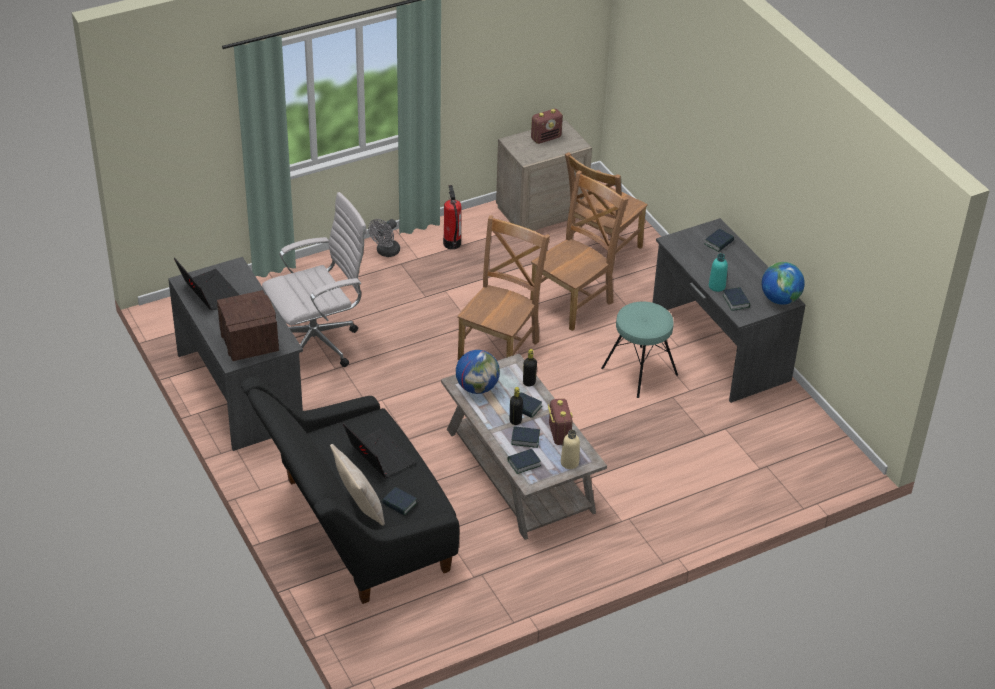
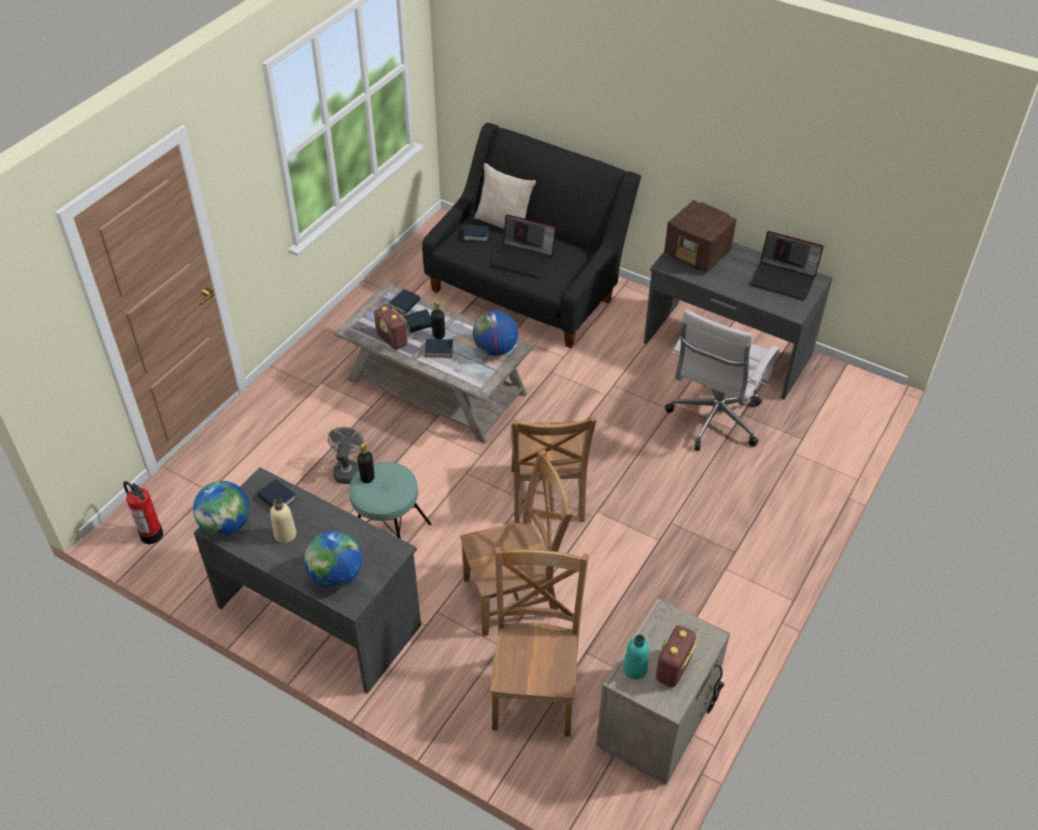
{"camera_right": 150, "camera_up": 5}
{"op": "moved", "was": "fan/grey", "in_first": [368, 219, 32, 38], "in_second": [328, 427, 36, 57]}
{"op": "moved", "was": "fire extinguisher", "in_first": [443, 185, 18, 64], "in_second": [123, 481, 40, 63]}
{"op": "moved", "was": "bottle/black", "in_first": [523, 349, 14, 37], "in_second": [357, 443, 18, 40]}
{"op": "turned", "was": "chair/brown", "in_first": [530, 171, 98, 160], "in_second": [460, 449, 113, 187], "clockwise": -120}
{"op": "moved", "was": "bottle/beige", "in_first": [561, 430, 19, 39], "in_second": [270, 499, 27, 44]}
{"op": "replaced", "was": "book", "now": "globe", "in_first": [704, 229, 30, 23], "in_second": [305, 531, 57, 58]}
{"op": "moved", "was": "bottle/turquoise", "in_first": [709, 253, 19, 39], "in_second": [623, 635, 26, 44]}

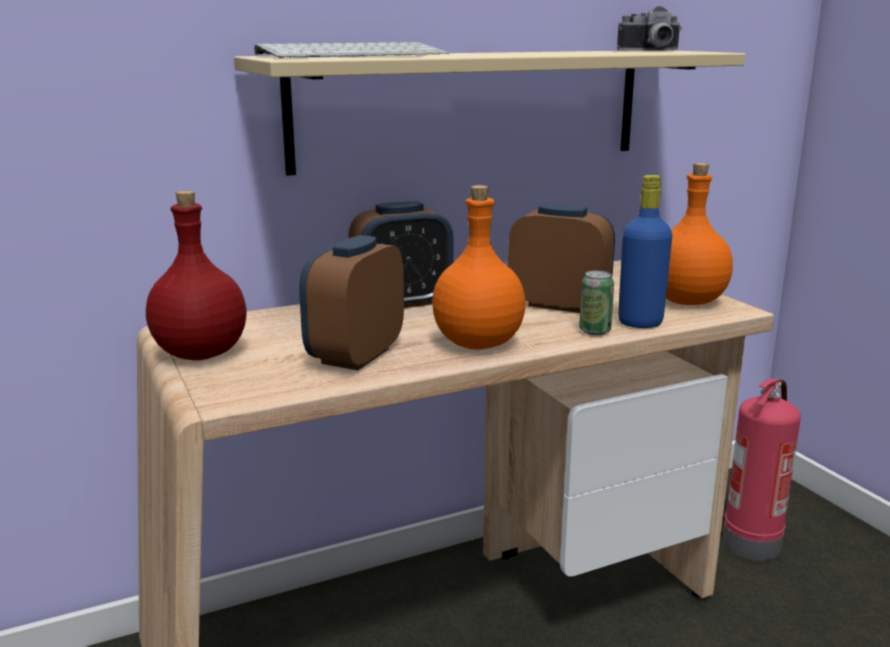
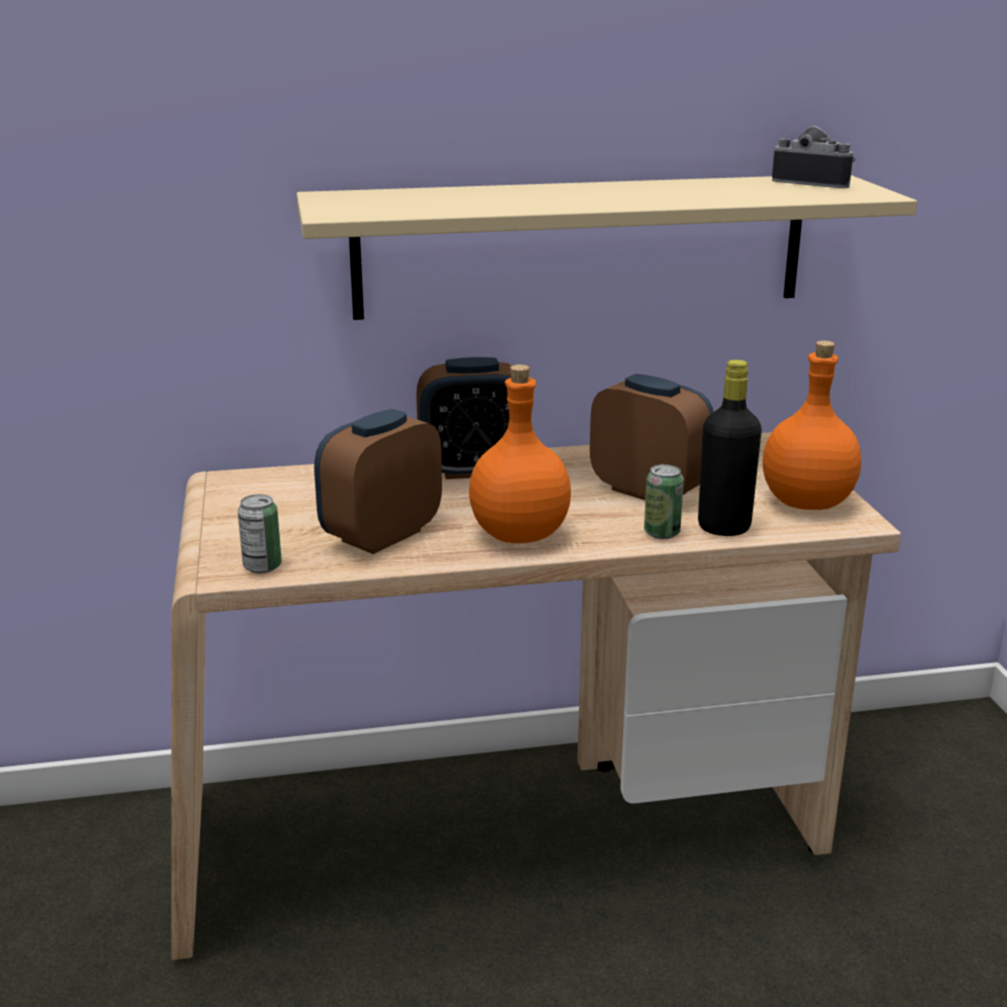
{"camera_right": 15, "camera_up": 5}
{"op": "removed", "was": "bottle/red", "in_first": [146, 191, 100, 169]}
{"op": "removed", "was": "keyboard", "in_first": [254, 42, 195, 16]}
{"op": "turned", "was": "photo camera", "in_first": [617, 5, 65, 45], "in_second": [772, 126, 83, 62], "clockwise": -150}
{"op": "recoloured", "was": "bottle/blue", "now": "bottle/black", "in_first": [618, 175, 54, 153], "in_second": [698, 360, 64, 176]}
{"op": "removed", "was": "fire extinguisher", "in_first": [723, 378, 78, 183]}
{"op": "added", "now": "can", "in_second": [238, 494, 44, 79]}

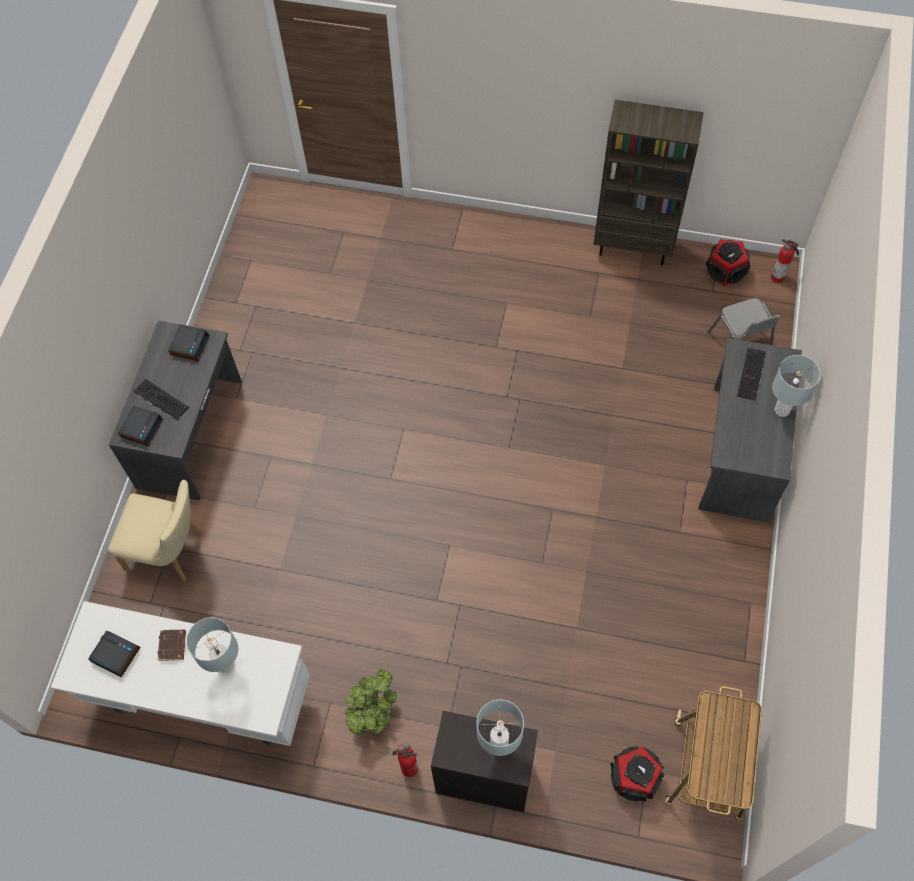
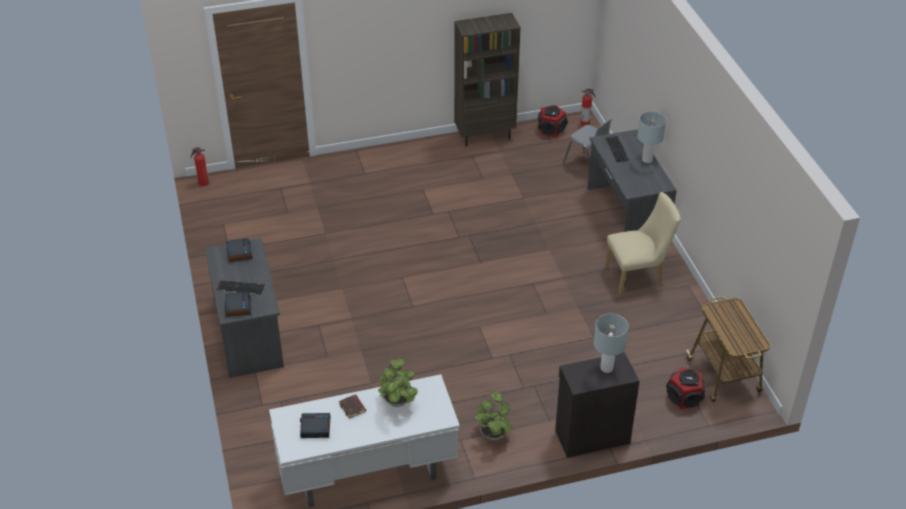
{"camera_right": -30, "camera_up": -20}
{"op": "moved", "was": "chair/beige", "in_first": [108, 480, 95, 101], "in_second": [605, 192, 76, 102]}
{"op": "replaced", "was": "table lamp/grey", "now": "potted plant", "in_first": [186, 618, 52, 55], "in_second": [378, 358, 40, 49]}
{"op": "moved", "was": "fire extinguisher", "in_first": [392, 744, 26, 33], "in_second": [191, 147, 18, 39]}

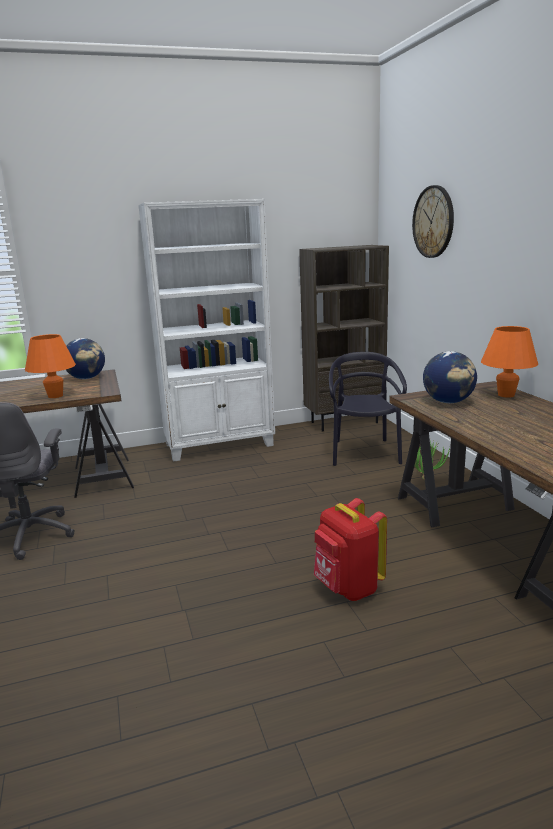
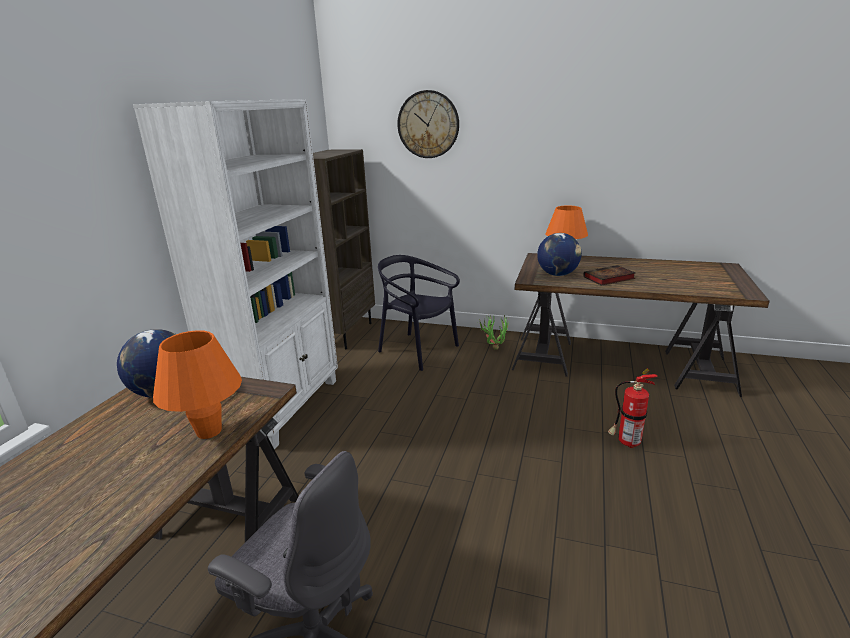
{"camera_right": -55, "camera_up": 5}
{"op": "replaced", "was": "backpack/red", "now": "fire extinguisher", "in_first": [314, 498, 73, 103], "in_second": [608, 369, 50, 79]}
{"op": "added", "now": "book", "in_second": [583, 265, 52, 21]}

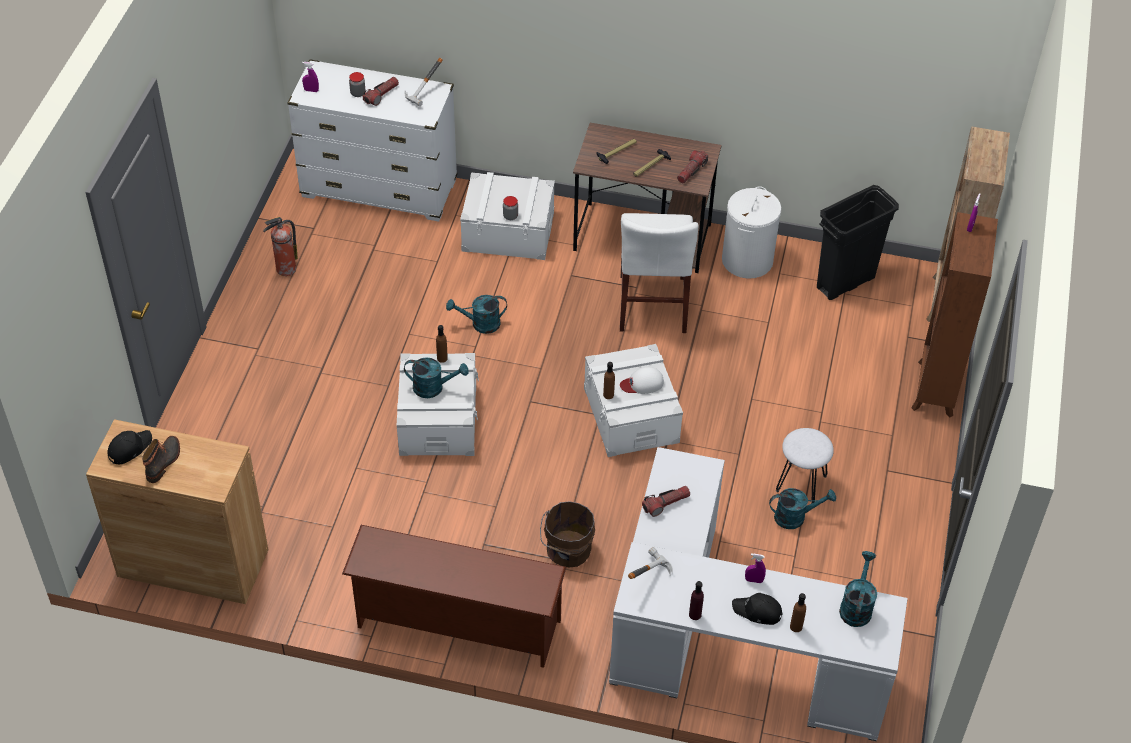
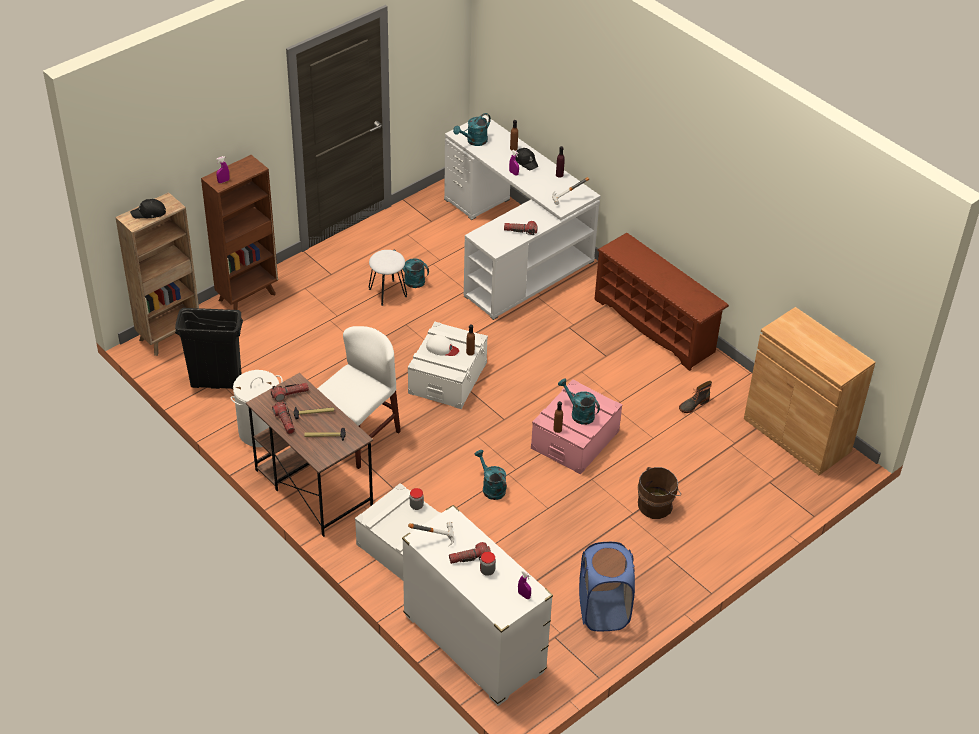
{"camera_right": -145, "camera_up": -5}
{"op": "moved", "was": "cap/black", "in_first": [107, 430, 45, 34], "in_second": [130, 199, 36, 20]}
{"op": "moved", "was": "boot", "in_first": [142, 436, 38, 47], "in_second": [679, 381, 33, 32]}
{"op": "replaced", "was": "fire extinguisher", "now": "laundry basket/blue", "in_first": [263, 217, 34, 59], "in_second": [579, 542, 56, 89]}
{"op": "recoloured", "was": "storage box/white", "now": "storage box/pink", "in_first": [397, 353, 82, 103], "in_second": [531, 379, 91, 96]}
{"op": "turned", "was": "watering can/turquoise", "in_first": [446, 295, 61, 39], "in_second": [474, 450, 33, 50], "clockwise": -150}
{"op": "moved", "was": "bucket/brown", "in_first": [540, 501, 55, 66], "in_second": [638, 467, 43, 52]}
{"op": "added", "now": "flashlight", "in_second": [272, 402, 23, 32]}

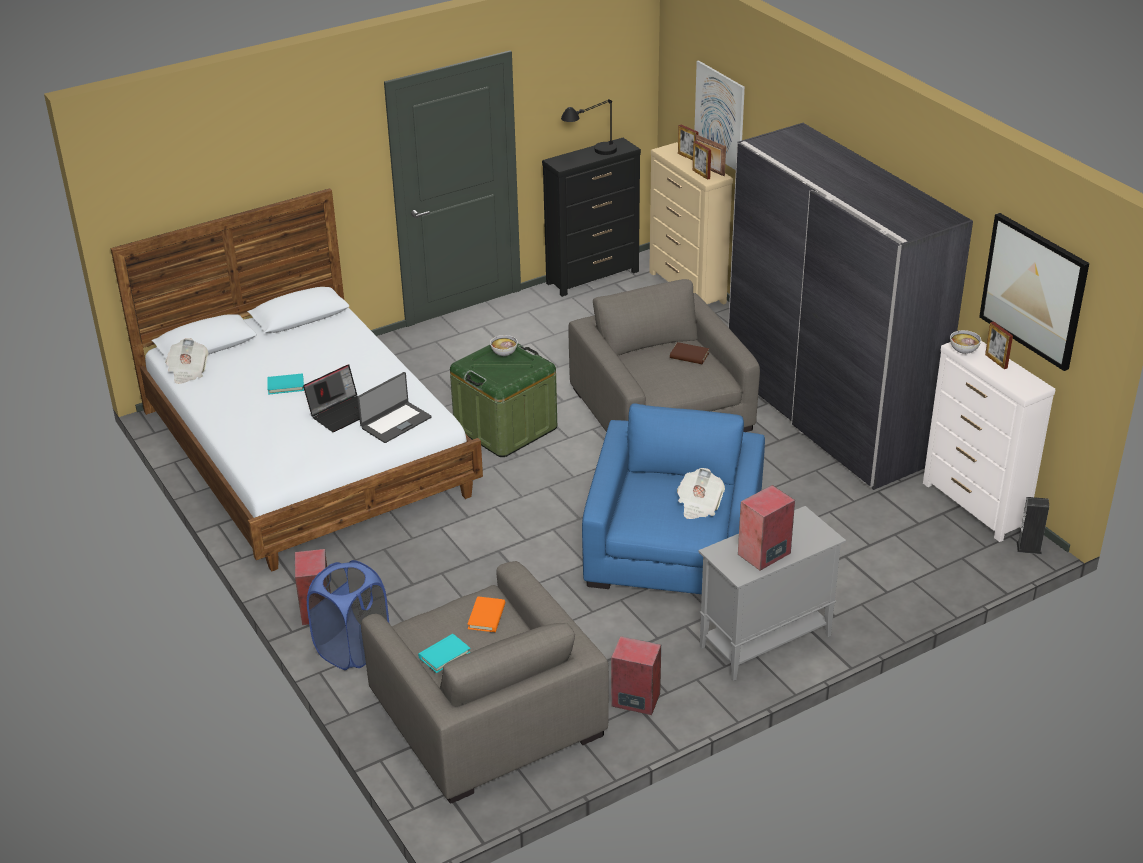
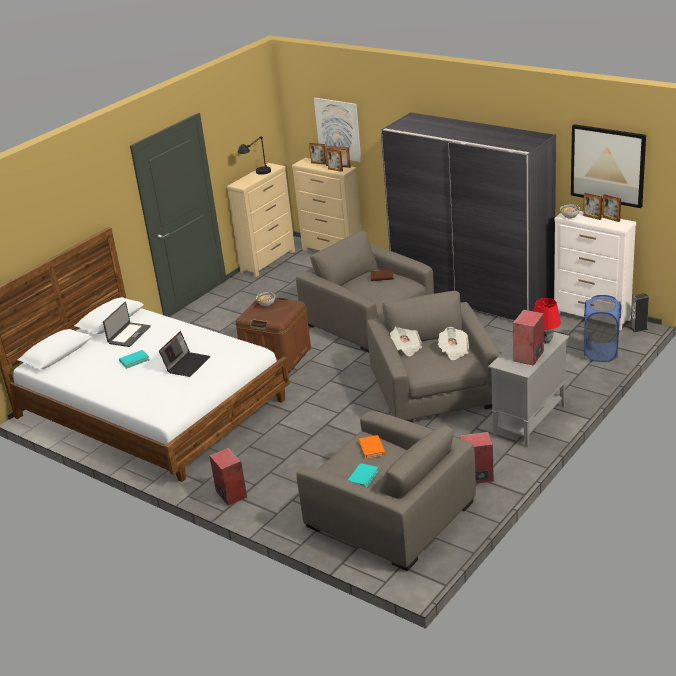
{"camera_right": -20, "camera_up": -5}
{"op": "moved", "was": "newspaper", "in_first": [165, 338, 44, 46], "in_second": [390, 326, 32, 30]}
{"op": "moved", "was": "laundry basket/blue", "in_first": [307, 560, 82, 110], "in_second": [584, 295, 37, 67]}
{"op": "moved", "was": "laptop", "in_first": [357, 372, 75, 71], "in_second": [103, 302, 48, 45]}
{"op": "recoloured", "was": "storage box/green", "now": "storage box/brown", "in_first": [450, 343, 107, 114], "in_second": [236, 298, 75, 75]}
{"op": "recoloured", "was": "dresser/black", "now": "dresser/beige", "in_first": [542, 138, 99, 159], "in_second": [227, 163, 68, 114]}
{"op": "recoloured", "was": "armchair/blue", "now": "armchair/grey", "in_first": [582, 403, 183, 191], "in_second": [367, 291, 133, 132]}
{"op": "added", "now": "table lamp/red", "in_second": [534, 298, 27, 46]}
{"op": "added", "now": "picture frame", "in_second": [602, 194, 19, 28]}

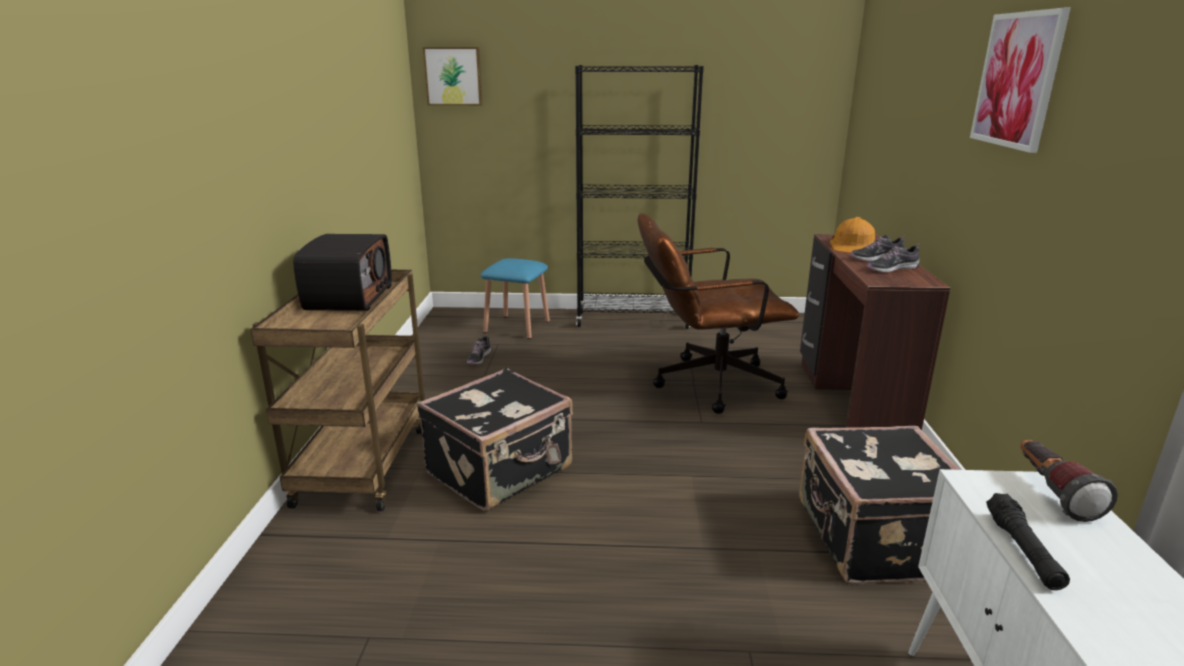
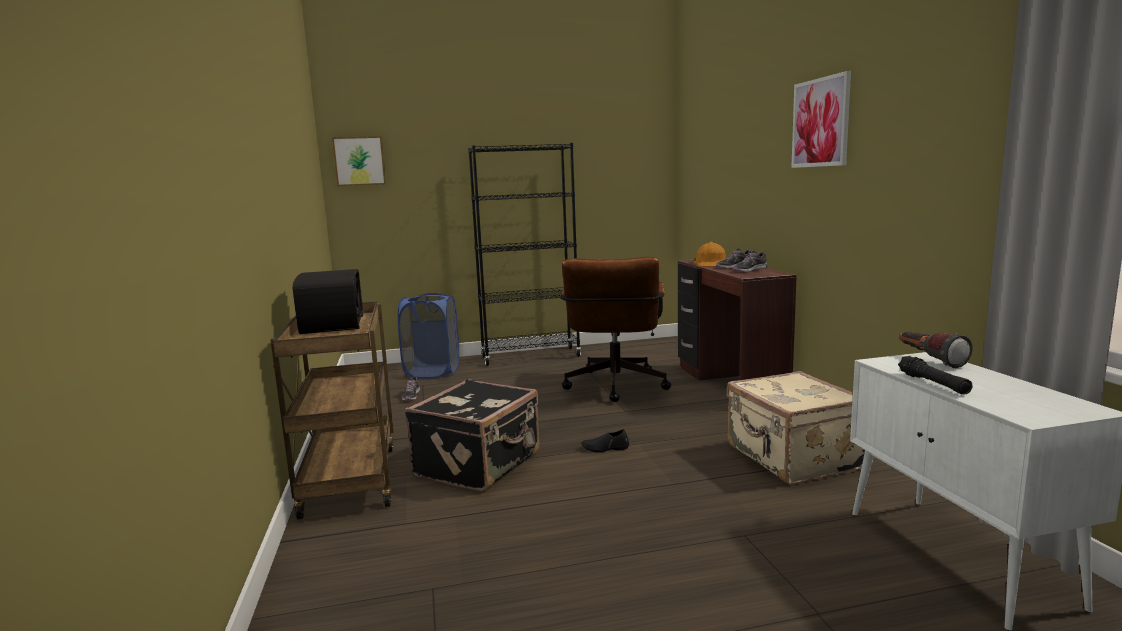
{"camera_right": -15, "camera_up": -10}
{"op": "replaced", "was": "stool/blue", "now": "laundry basket/blue", "in_first": [480, 258, 70, 81], "in_second": [398, 293, 61, 86]}
{"op": "turned", "was": "office chair/brown", "in_first": [638, 213, 161, 201], "in_second": [561, 257, 110, 145], "clockwise": -60}
{"op": "recoloured", "was": "suitcase/black", "now": "suitcase/beige", "in_first": [799, 426, 161, 158], "in_second": [727, 371, 138, 114]}
{"op": "added", "now": "shoe/black", "in_second": [581, 429, 48, 24]}

